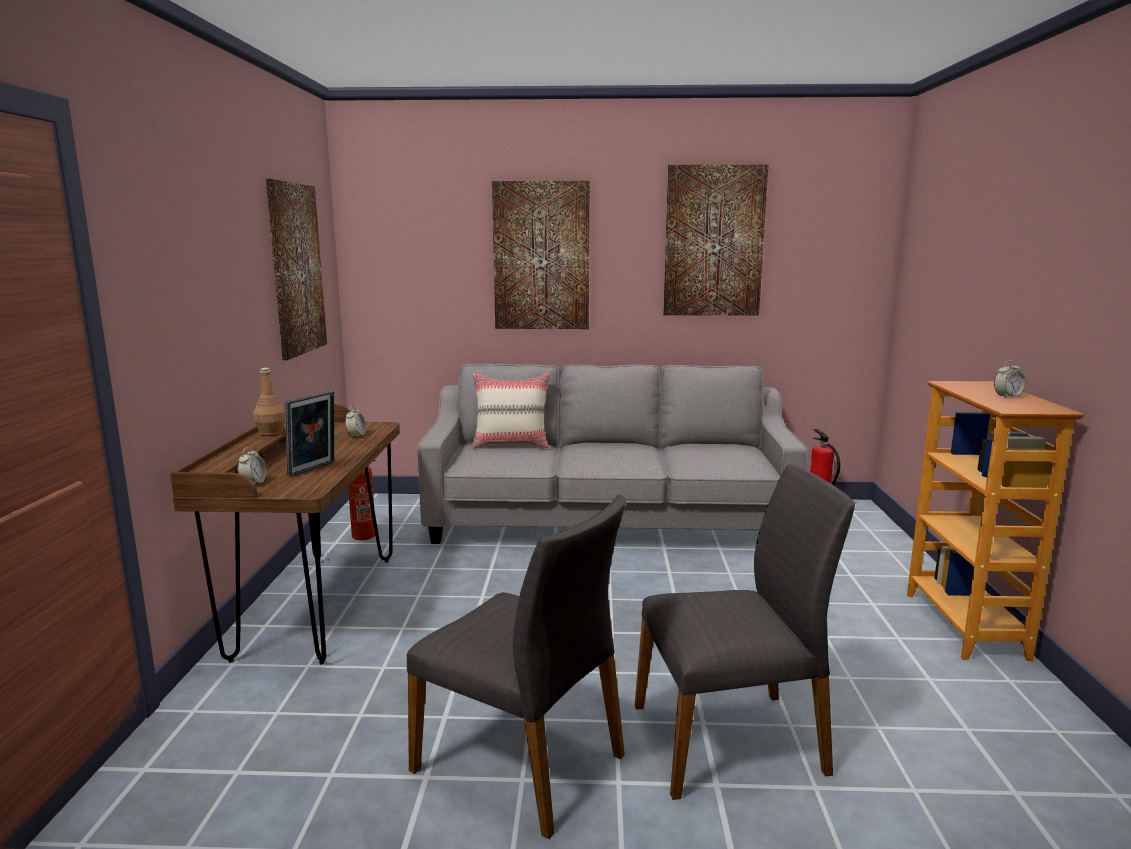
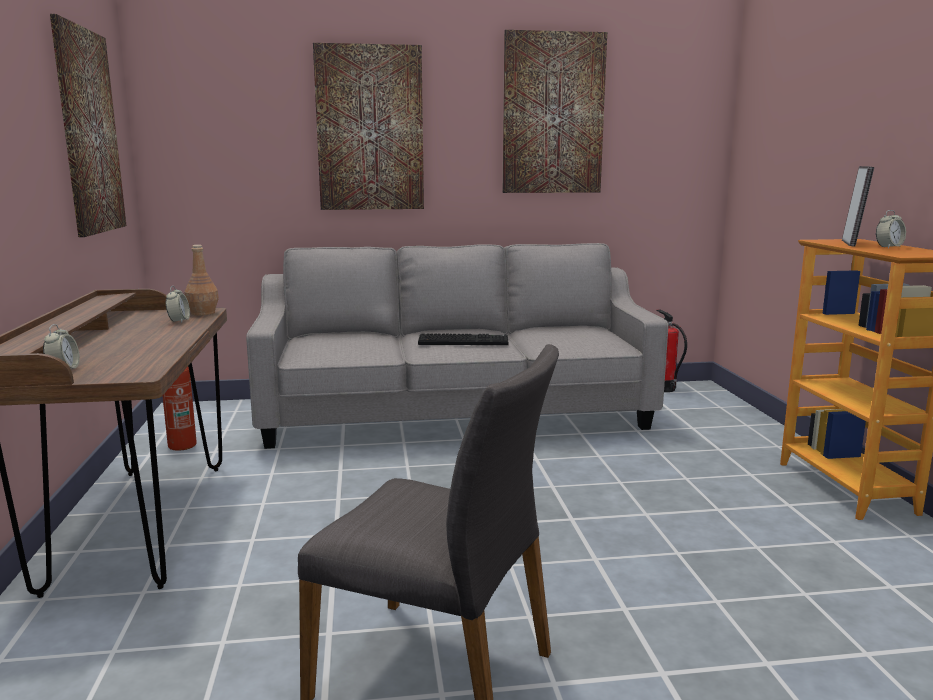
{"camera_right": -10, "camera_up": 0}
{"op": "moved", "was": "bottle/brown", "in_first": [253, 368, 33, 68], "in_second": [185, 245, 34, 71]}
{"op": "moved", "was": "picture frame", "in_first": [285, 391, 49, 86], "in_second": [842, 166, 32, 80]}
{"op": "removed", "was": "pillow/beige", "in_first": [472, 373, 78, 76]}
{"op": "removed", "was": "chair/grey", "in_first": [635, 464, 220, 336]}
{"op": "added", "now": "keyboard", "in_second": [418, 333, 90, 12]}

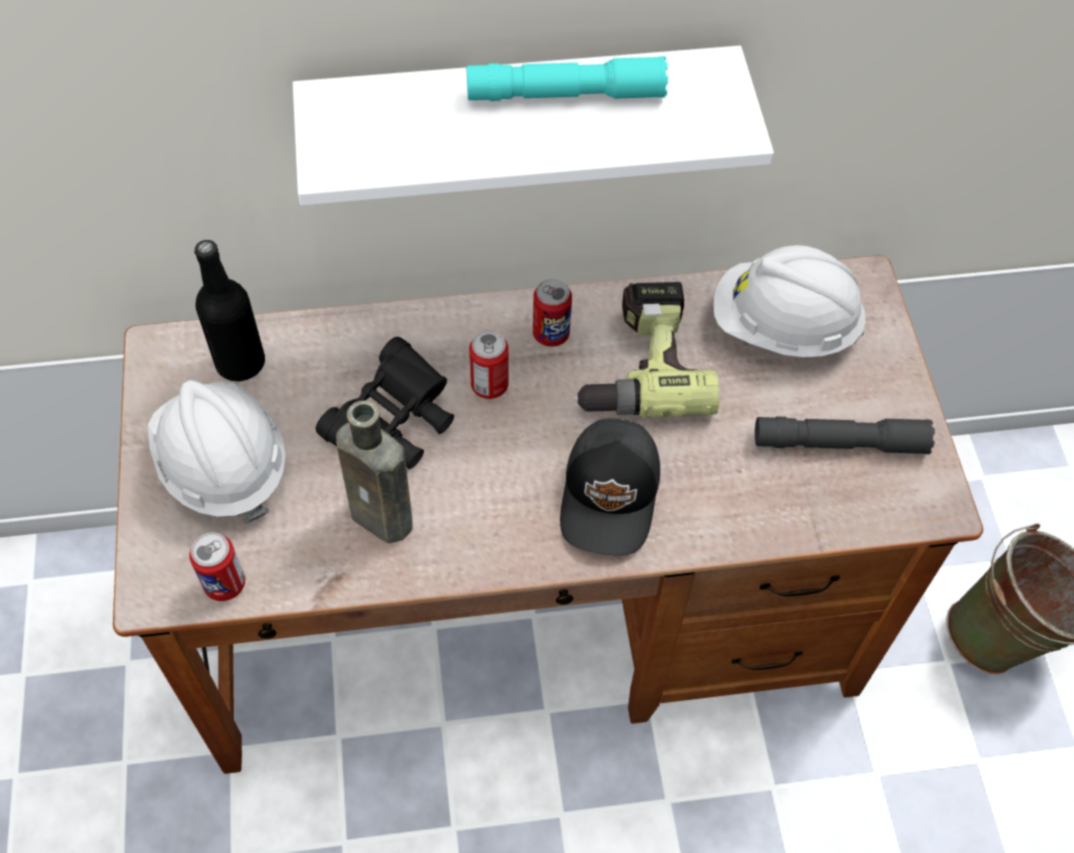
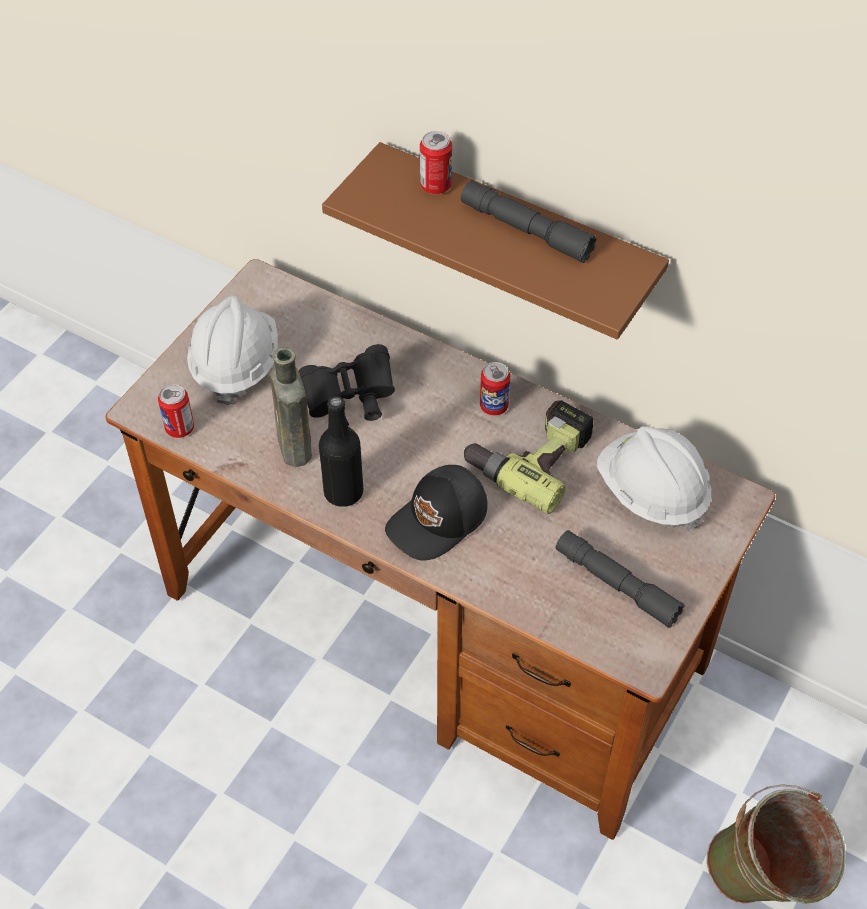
{"camera_right": 40, "camera_up": -5}
{"op": "moved", "was": "bottle/black", "in_first": [195, 240, 70, 141], "in_second": [319, 396, 44, 111]}
{"op": "recoloured", "was": "shelf/white", "now": "shelf/brown", "in_first": [292, 46, 482, 160], "in_second": [322, 142, 347, 197]}
{"op": "recoloured", "was": "flashlight/turquoise", "now": "flashlight/grey", "in_first": [467, 56, 201, 45], "in_second": [461, 180, 136, 83]}
{"op": "moved", "was": "can", "in_first": [469, 330, 40, 69], "in_second": [420, 131, 32, 63]}

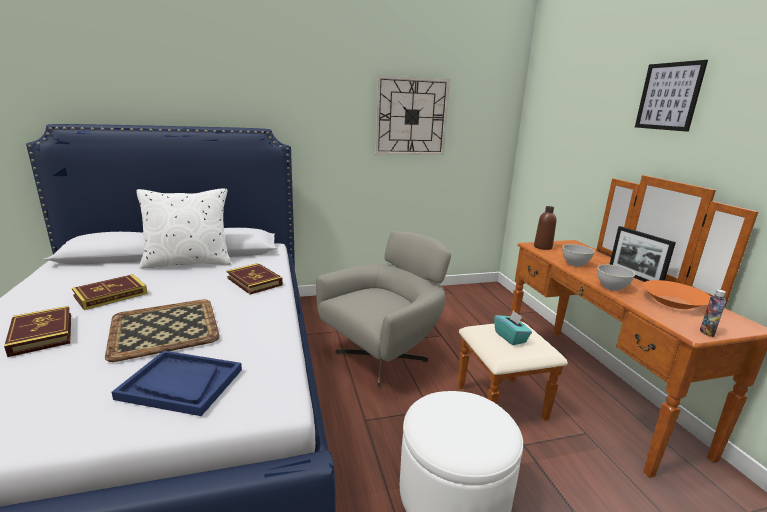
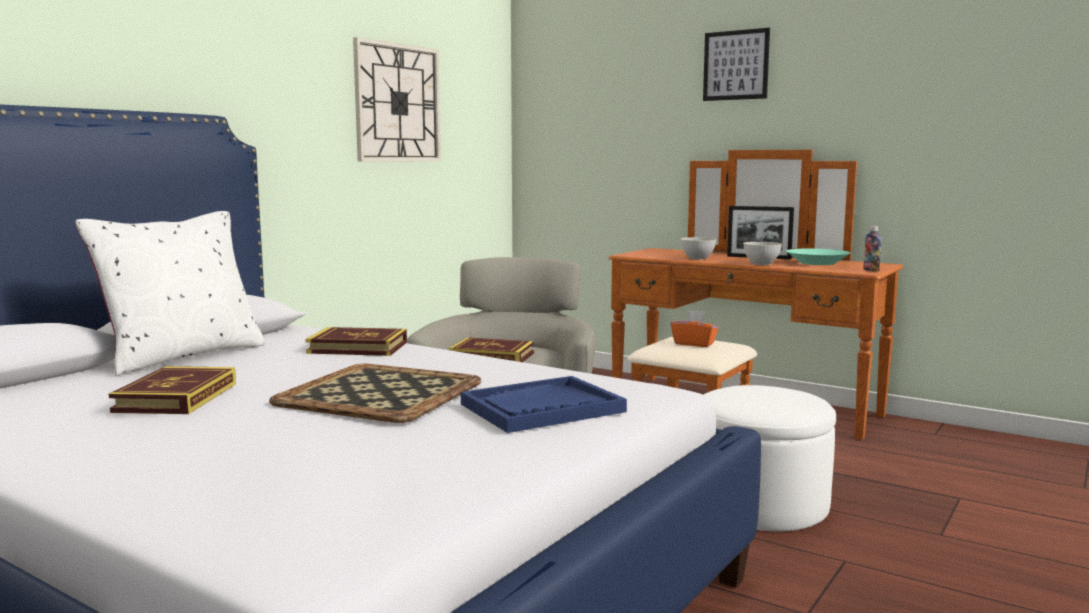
{"camera_right": -40, "camera_up": -10}
{"op": "moved", "was": "book", "in_first": [4, 306, 67, 51], "in_second": [449, 338, 85, 24]}
{"op": "recoloured", "was": "tissue box/turquoise", "now": "tissue box/orange", "in_first": [494, 310, 38, 35], "in_second": [671, 310, 48, 37]}
{"op": "removed", "was": "bottle/brown", "in_first": [534, 206, 22, 44]}
{"op": "recoloured", "was": "bowl/orange", "now": "bowl/turquoise", "in_first": [642, 280, 69, 29], "in_second": [786, 249, 65, 16]}

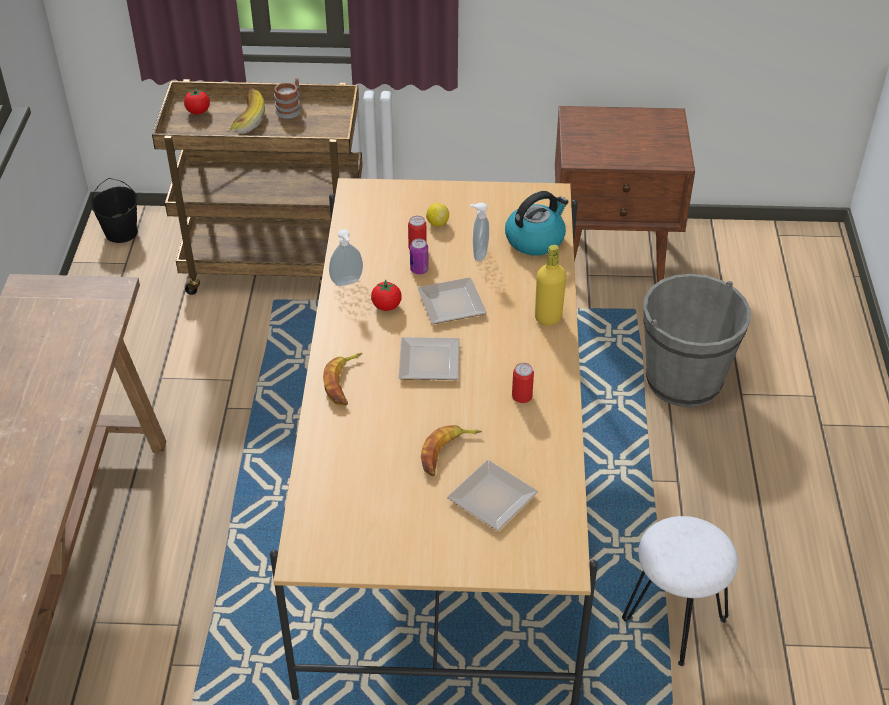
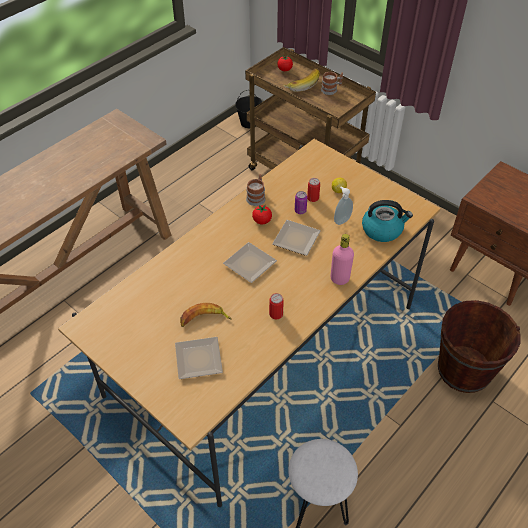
{"camera_right": 40, "camera_up": 5}
{"op": "removed", "was": "banana", "in_first": [323, 353, 39, 52]}
{"op": "replaced", "was": "soap dispenser", "now": "mug", "in_first": [329, 229, 34, 57], "in_second": [246, 174, 20, 32]}
{"op": "recoloured", "was": "bottle/yellow", "now": "bottle/pink", "in_first": [535, 245, 31, 81], "in_second": [331, 234, 23, 51]}
{"op": "recoloured", "was": "bucket/grey", "now": "bucket/brown", "in_first": [643, 274, 108, 133], "in_second": [438, 300, 83, 93]}

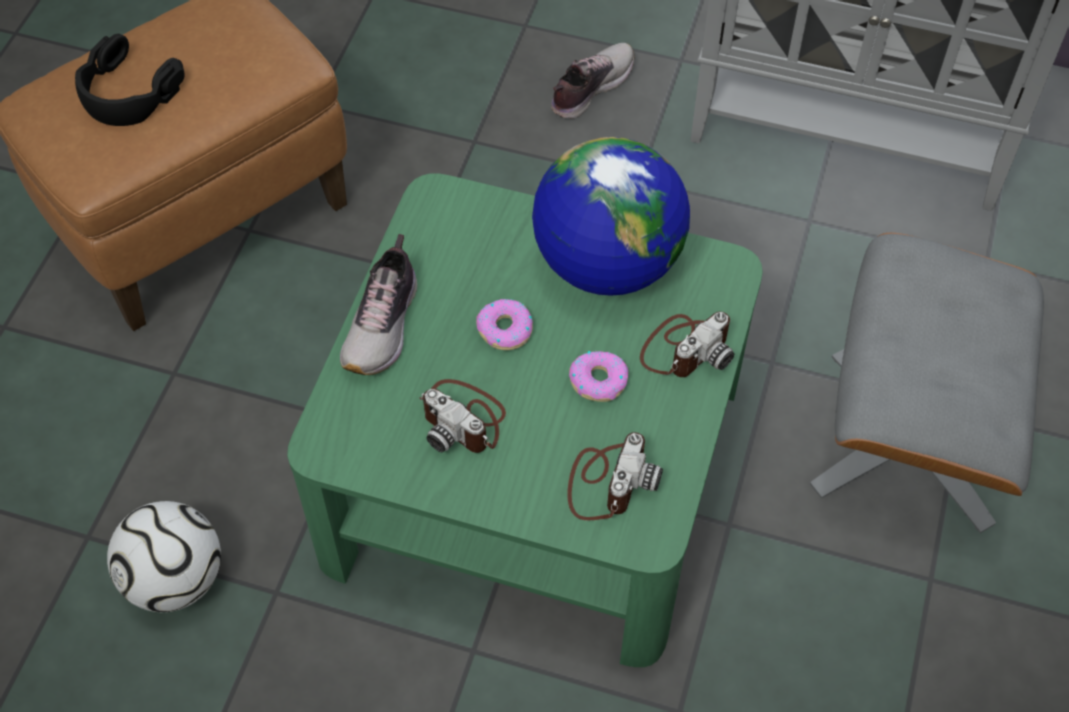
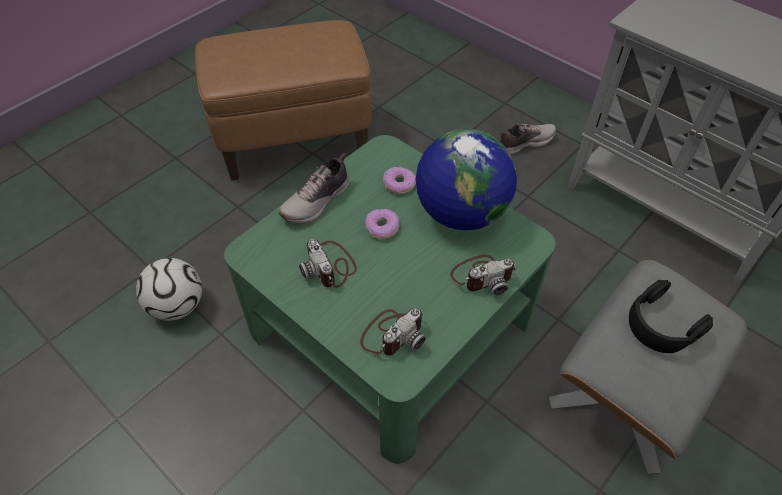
{"camera_right": 25, "camera_up": -5}
{"op": "moved", "was": "headphones/black", "in_first": [75, 34, 110, 92], "in_second": [629, 280, 84, 73]}
{"op": "moved", "was": "donut", "in_first": [569, 351, 59, 51], "in_second": [383, 166, 33, 28]}

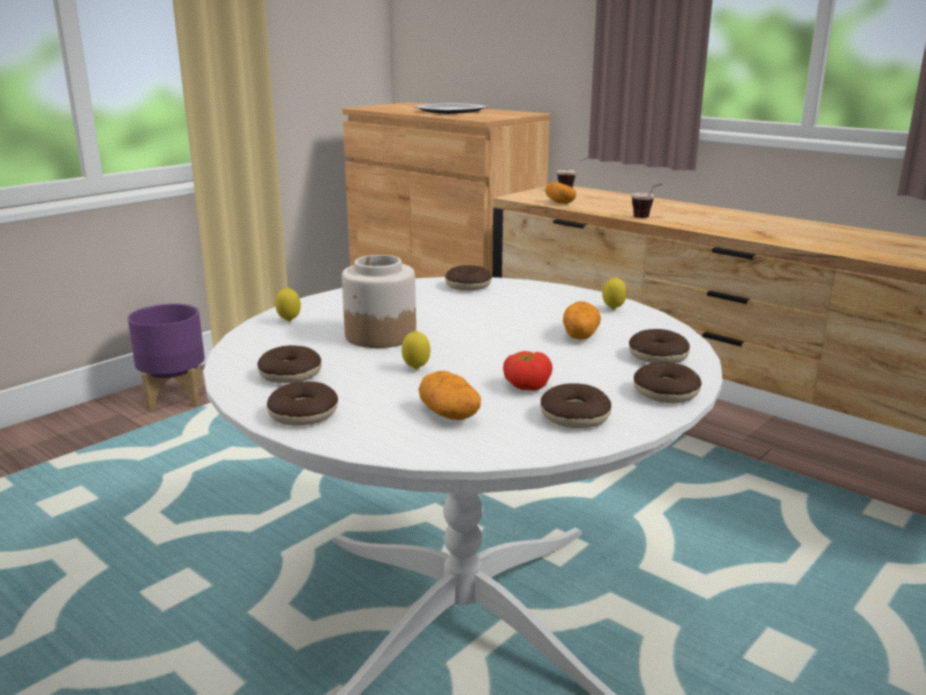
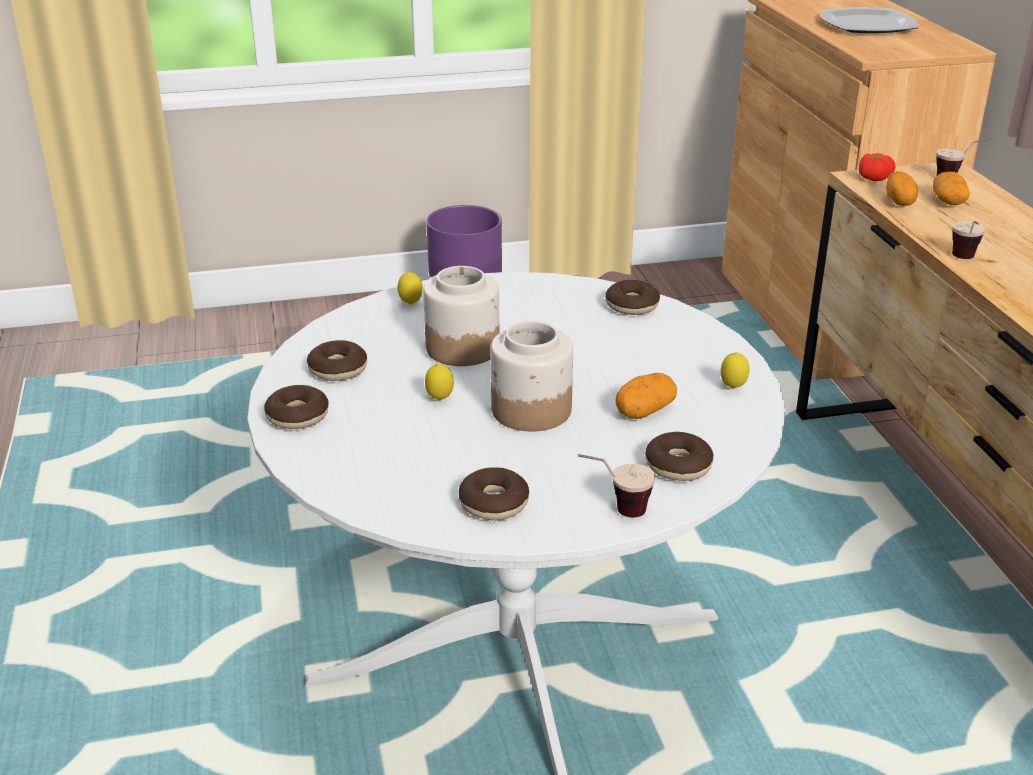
{"camera_right": 35, "camera_up": 10}
{"op": "moved", "was": "potato", "in_first": [419, 371, 62, 49], "in_second": [933, 172, 37, 33]}
{"op": "moved", "was": "tomato", "in_first": [503, 351, 50, 40], "in_second": [859, 153, 36, 28]}
{"op": "replaced", "was": "donut", "now": "cup", "in_first": [634, 362, 68, 41], "in_second": [578, 454, 77, 64]}
{"op": "added", "now": "jar", "in_second": [491, 321, 82, 110]}

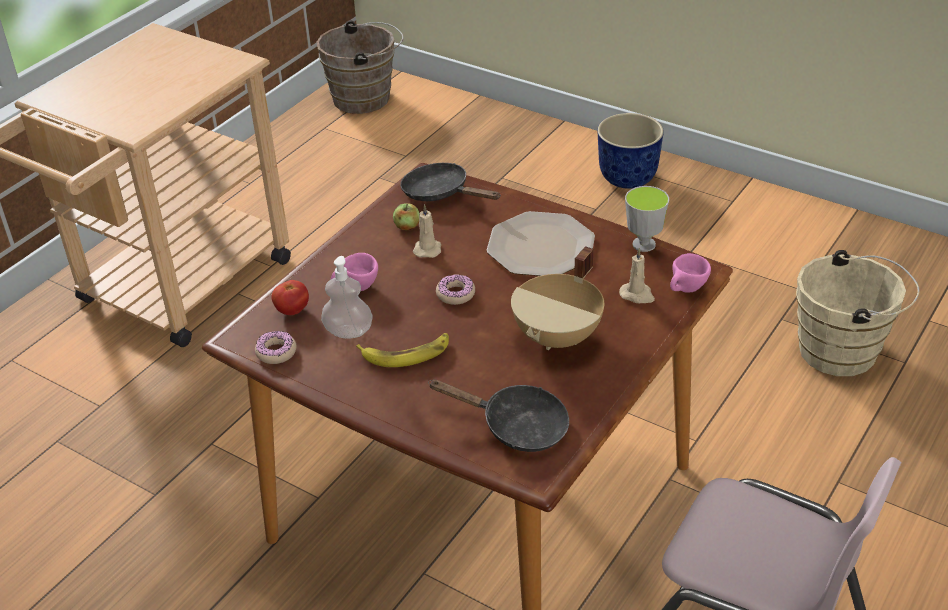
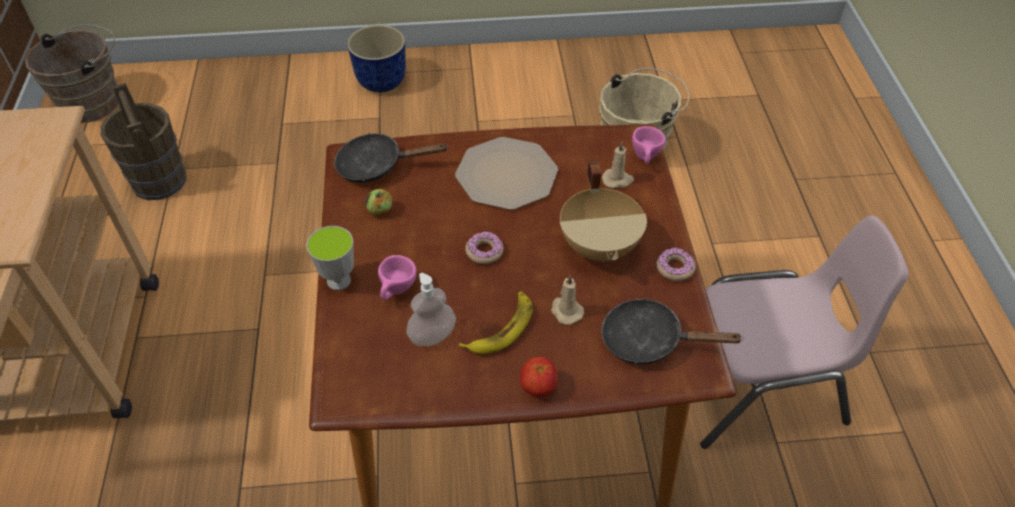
{"camera_right": -40, "camera_up": 10}
{"op": "moved", "was": "donut", "in_first": [255, 331, 41, 33], "in_second": [656, 247, 40, 34]}
{"op": "moved", "was": "tomato", "in_first": [271, 280, 38, 35], "in_second": [520, 357, 38, 40]}
{"op": "moved", "was": "candle/beige", "in_first": [413, 204, 28, 54], "in_second": [551, 275, 33, 50]}
{"op": "turned", "was": "frying pan/black", "in_first": [428, 379, 141, 73], "in_second": [601, 298, 143, 67], "clockwise": -150}
{"op": "moved", "was": "cup", "in_first": [625, 186, 44, 66], "in_second": [306, 226, 48, 64]}
{"op": "added", "now": "bucket/brown", "in_second": [100, 83, 86, 117]}

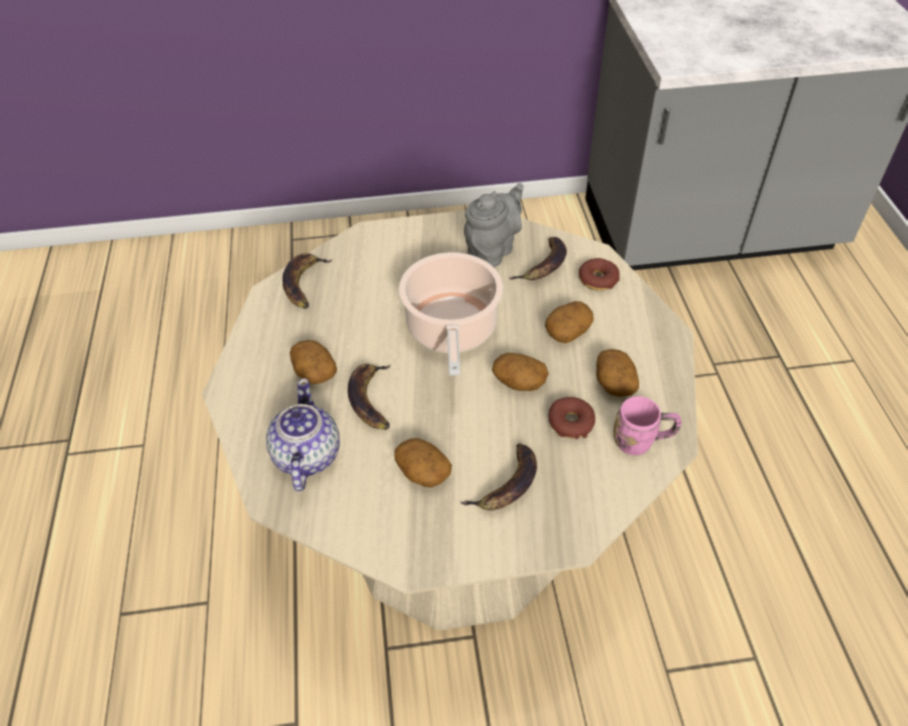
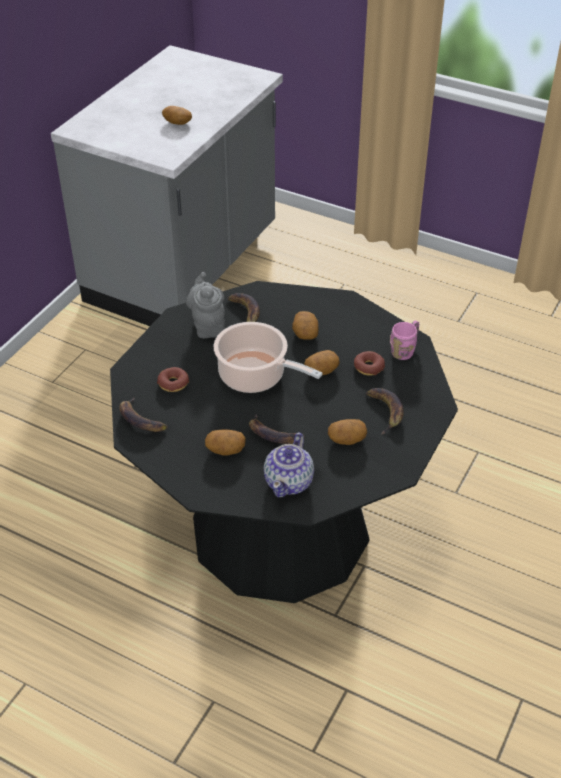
{"camera_right": -55, "camera_up": -5}
{"op": "recoloured", "was": "dining table/beige", "now": "dining table/black", "in_first": [202, 210, 496, 421], "in_second": [110, 281, 348, 322]}
{"op": "turned", "was": "teapot", "in_first": [266, 378, 74, 114], "in_second": [264, 432, 50, 65], "clockwise": -105}
{"op": "moved", "was": "donut", "in_first": [579, 258, 41, 33], "in_second": [157, 367, 32, 25]}
{"op": "moved", "was": "potato", "in_first": [596, 349, 43, 48], "in_second": [162, 106, 30, 19]}

